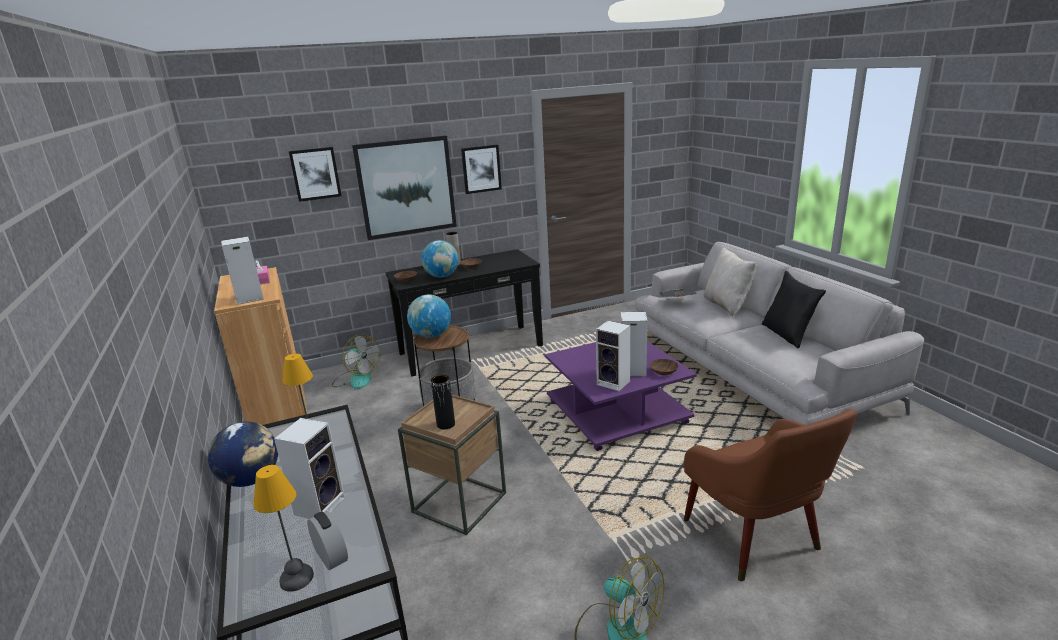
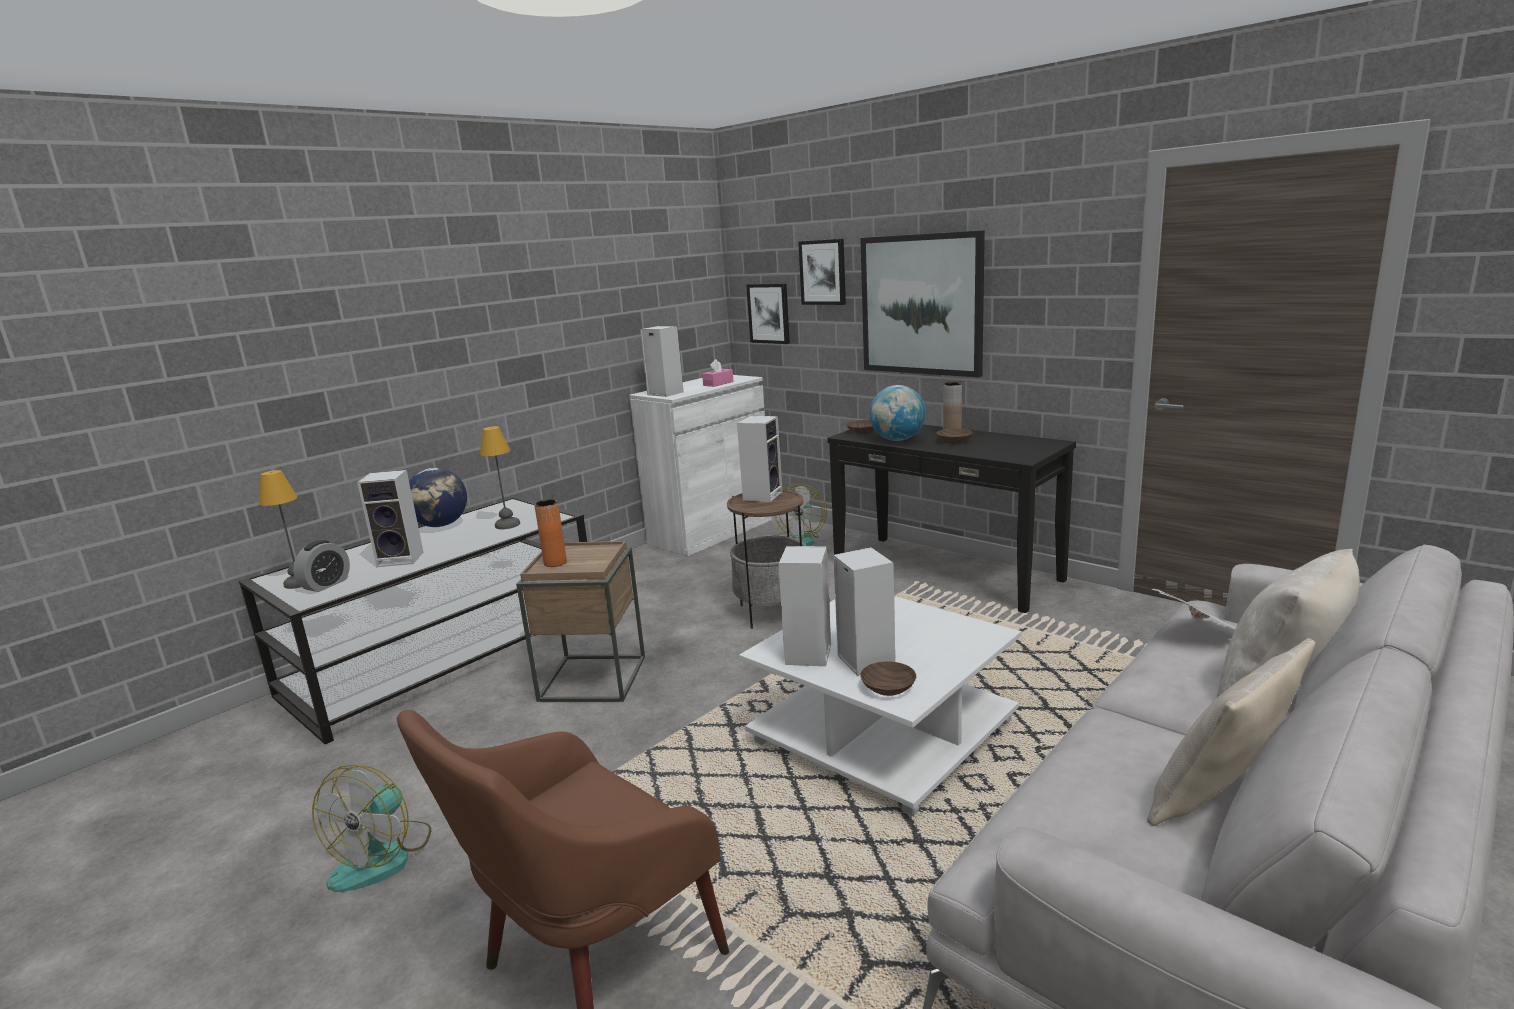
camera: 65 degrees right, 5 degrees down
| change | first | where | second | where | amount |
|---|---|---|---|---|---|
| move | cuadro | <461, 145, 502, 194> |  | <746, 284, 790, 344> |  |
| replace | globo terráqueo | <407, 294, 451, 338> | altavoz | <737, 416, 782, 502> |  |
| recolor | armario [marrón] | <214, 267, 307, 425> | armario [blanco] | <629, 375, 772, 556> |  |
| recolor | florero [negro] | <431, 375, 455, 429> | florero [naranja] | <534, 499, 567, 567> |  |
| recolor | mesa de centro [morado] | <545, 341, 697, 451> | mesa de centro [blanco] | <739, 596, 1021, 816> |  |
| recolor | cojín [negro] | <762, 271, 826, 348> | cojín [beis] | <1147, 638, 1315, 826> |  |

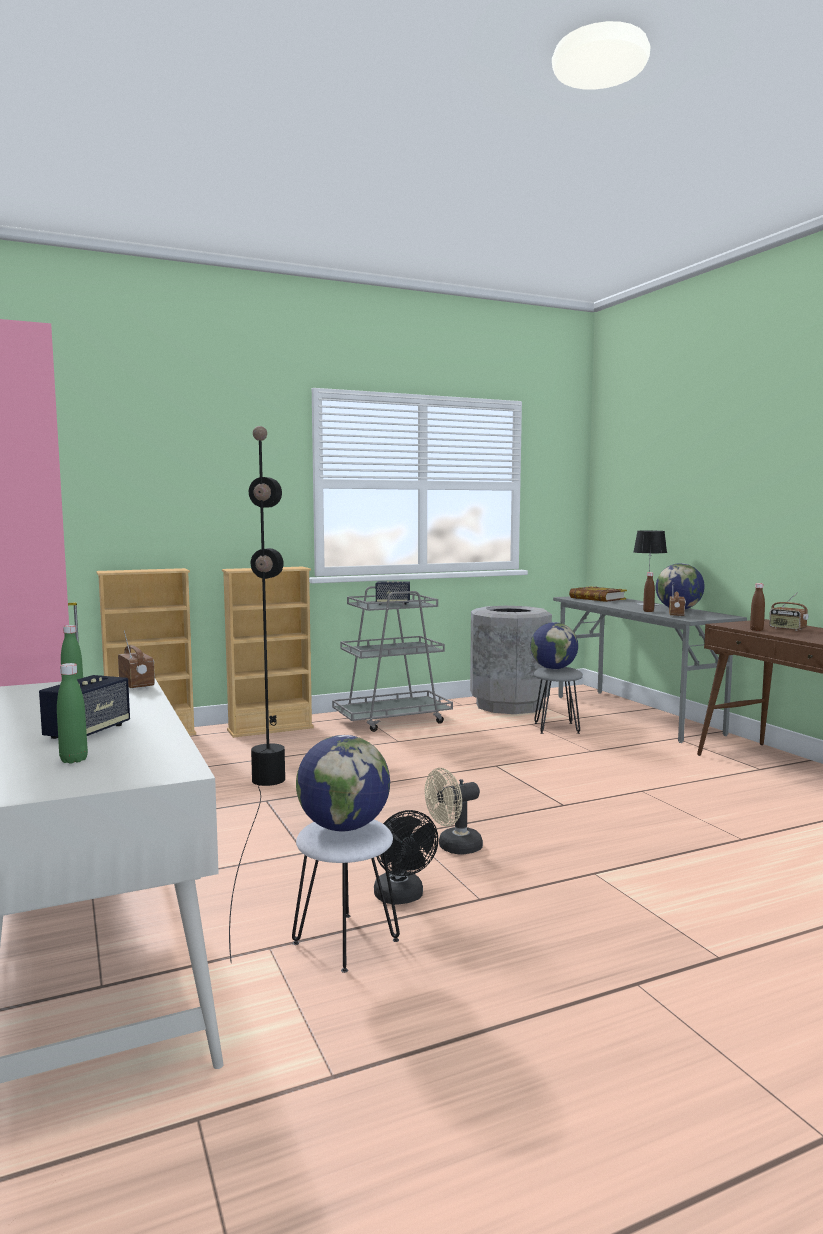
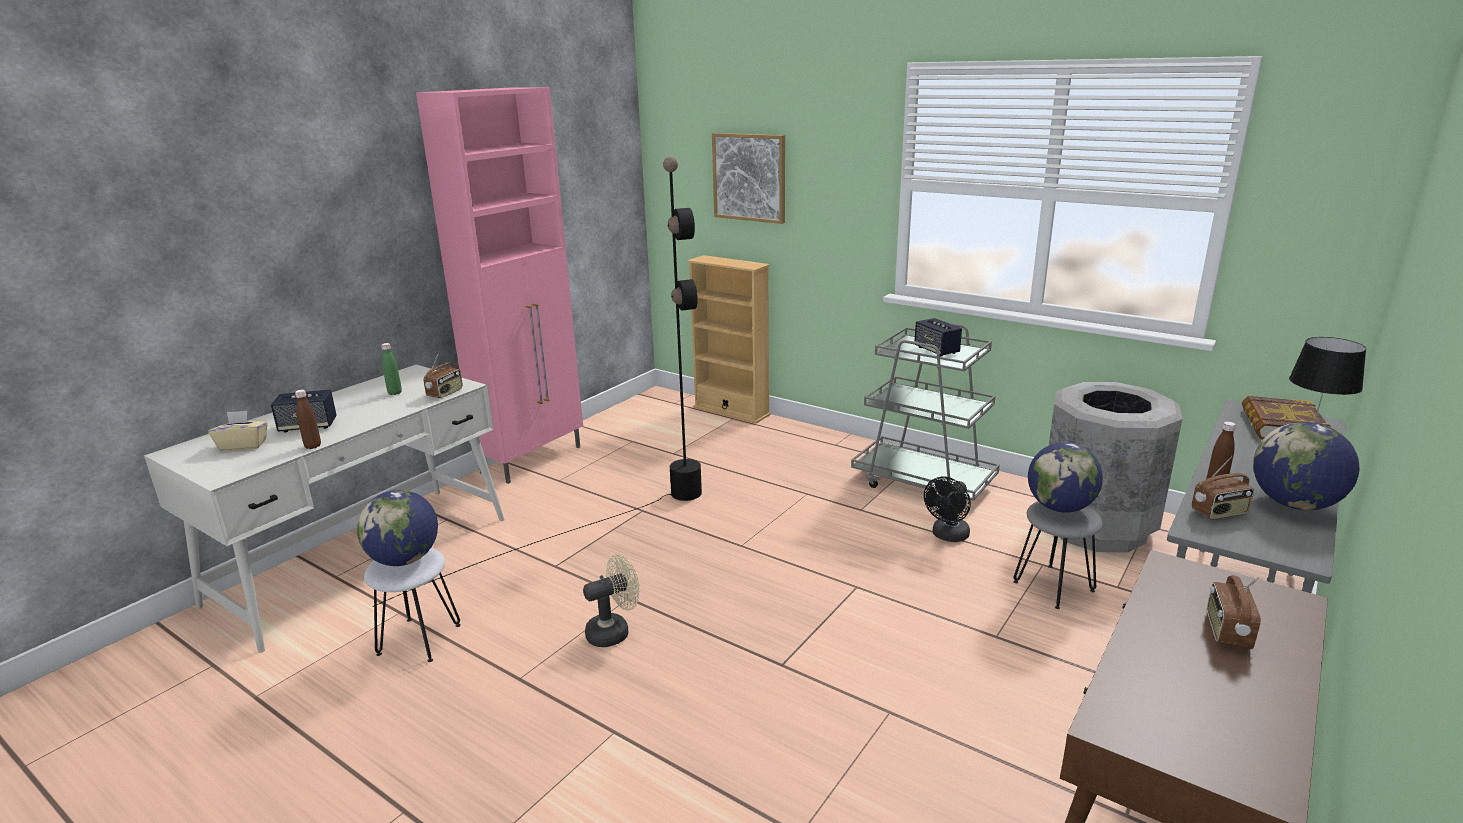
camera: 60 degrees right, 15 degrees up
| change | first | where | second | where | amount |
|---|---|---|---|---|---|
| delete | estantería [beis] | <222, 567, 314, 738> |  |  |  |
| insert |  |  | cuadro | <712, 133, 785, 224> |  |
| move | ventilador [negro] | <374, 810, 439, 905> |  | <924, 477, 971, 542> |  |
| move | botella [marrón] | <750, 583, 765, 631> |  | <295, 390, 321, 449> |  |
| replace | botella [verde] | <57, 663, 88, 763> | caja de pañuelos [beis] | <208, 411, 268, 451> |  |
| rotate | ventilador [beis] | <425, 768, 483, 854> |  | <583, 554, 640, 647> | 120 degrees clockwise |

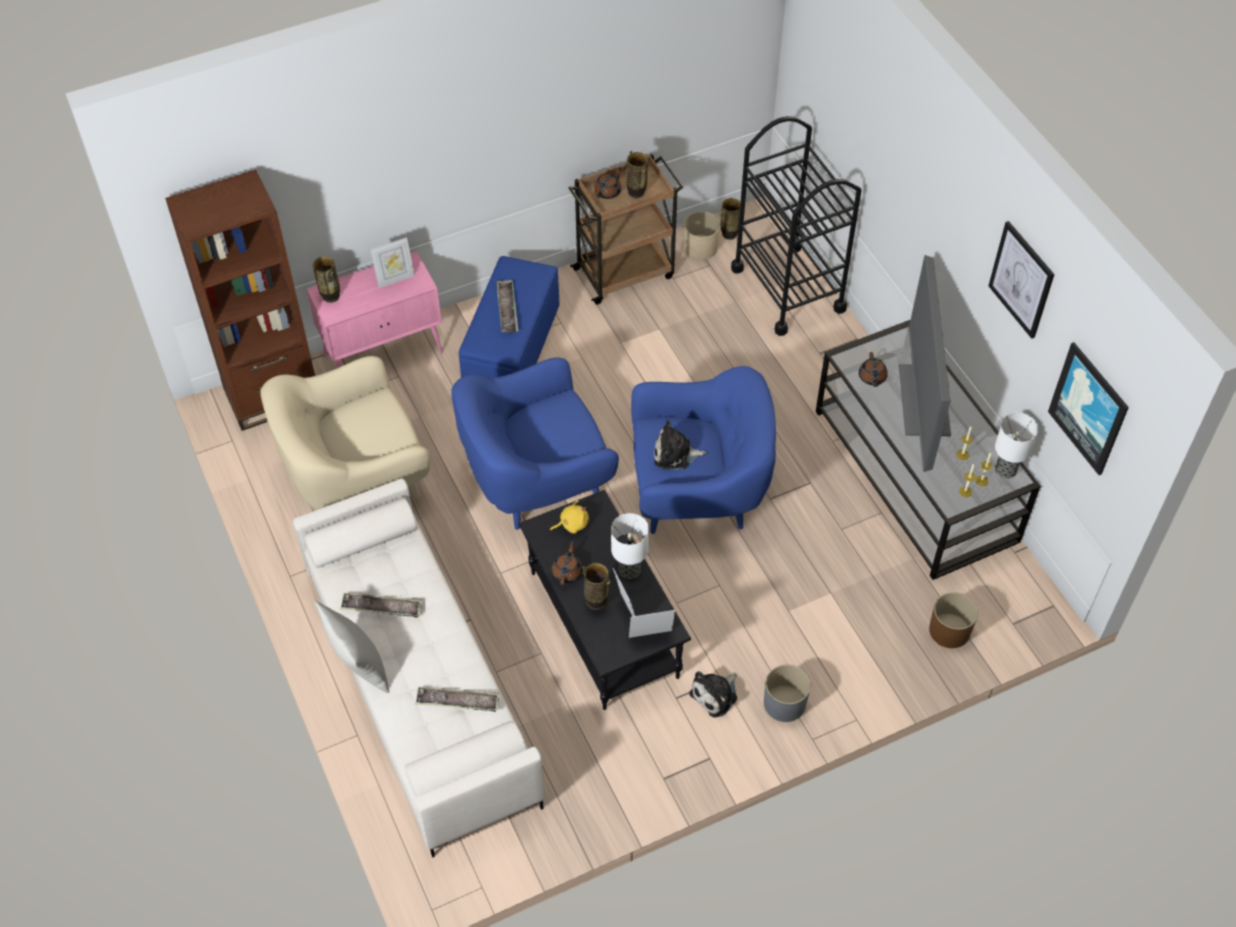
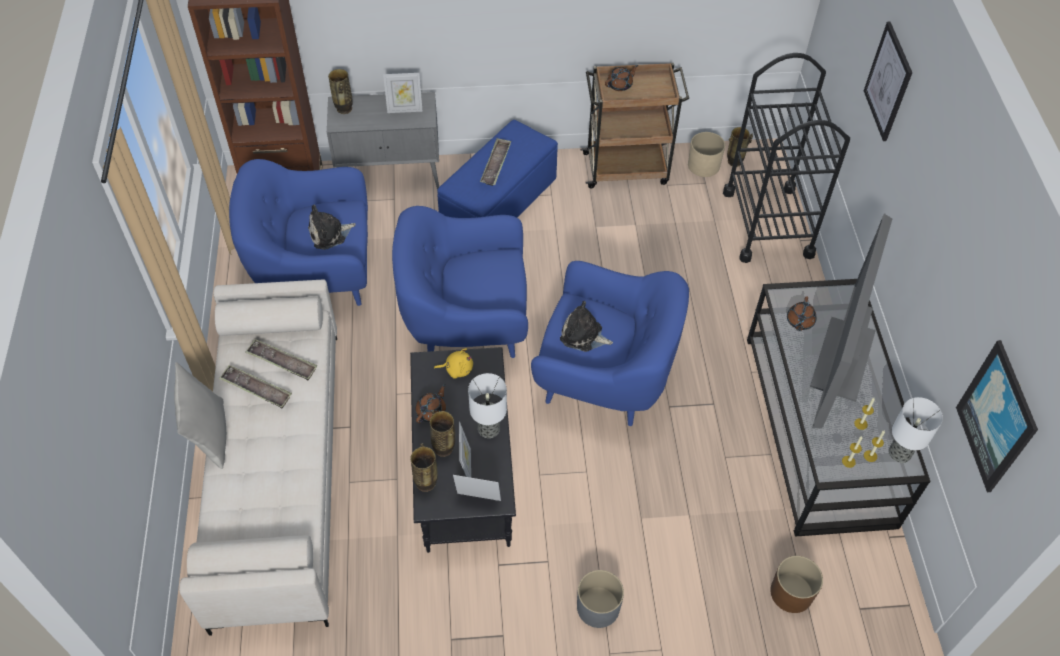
camera: 20 degrees right, 0 degrees up
| change | first | where | second | where | amount |
|---|---|---|---|---|---|
| move | bandeja | <415, 687, 499, 712> |  | <245, 339, 317, 380> |  |
| move | florero | <626, 151, 648, 198> |  | <410, 444, 438, 492> |  |
| move | peluche | <689, 671, 737, 717> |  | <308, 205, 356, 250> |  |
| move | cuadro | <989, 221, 1054, 339> |  | <864, 22, 912, 141> |  |
| recolor | sillón [beis] | <260, 356, 430, 510> | sillón [azul] | <229, 159, 368, 306> |  |
| recolor | armario [rosa] | <307, 251, 443, 368> | armario [gris] | <327, 92, 439, 190> |  |

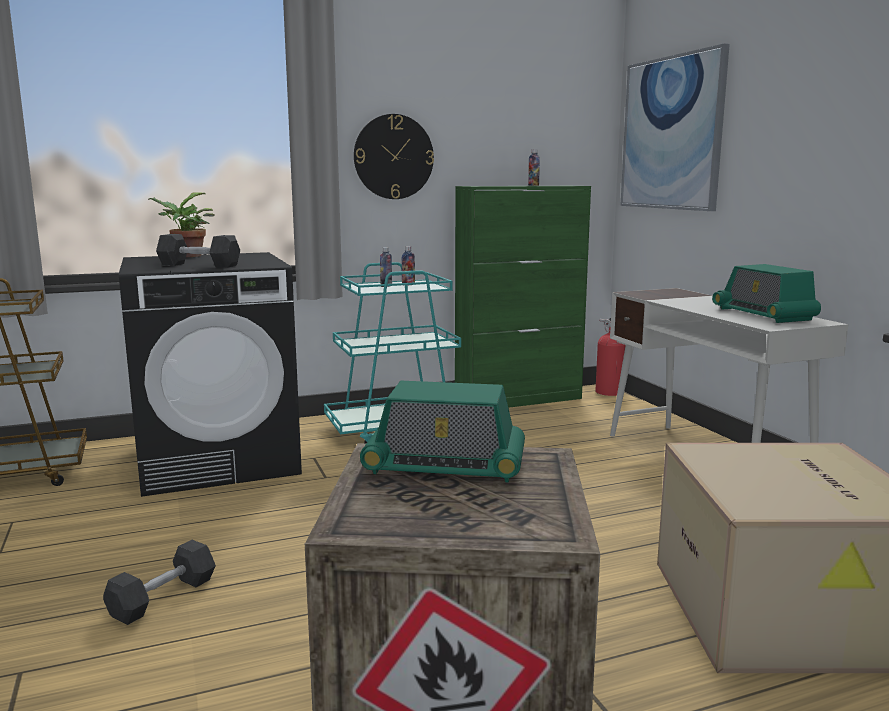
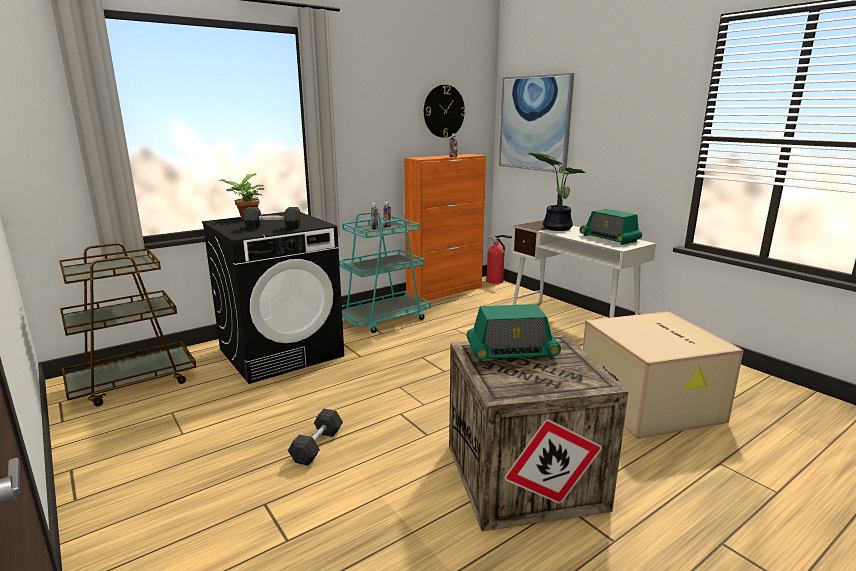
camera: 15 degrees left, 5 degrees up
| change | first | where | second | where | amount |
|---|---|---|---|---|---|
| insert |  |  | planta en maceta | <528, 152, 586, 231> |  |
| move | reloj de pared | <354, 114, 434, 199> |  | <424, 85, 465, 138> |  |
| recolor | armario [verde] | <455, 186, 591, 408> | armario [naranja] | <404, 154, 486, 302> |  |

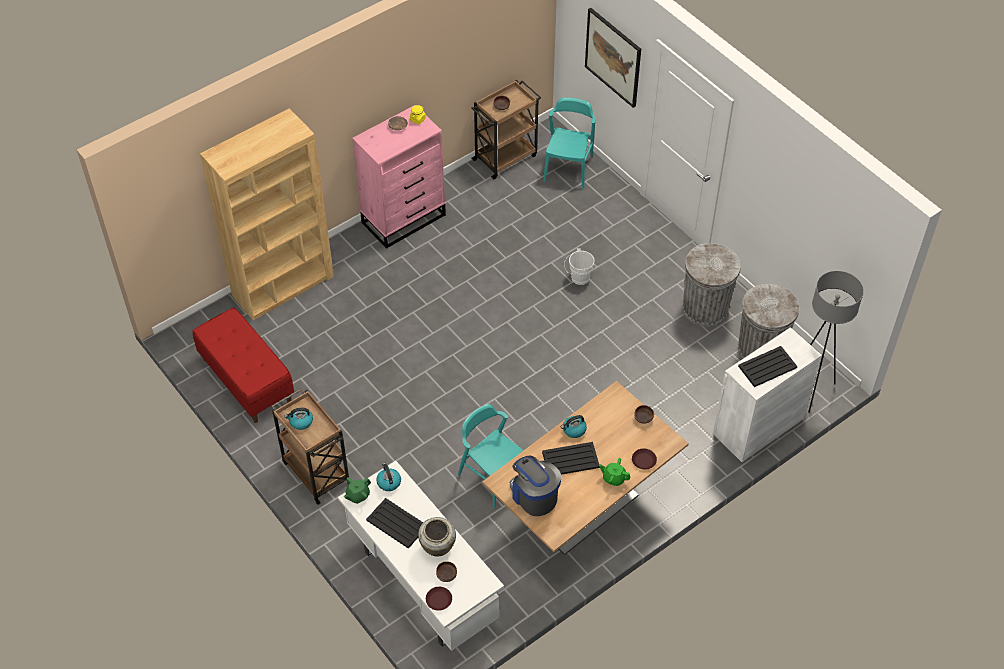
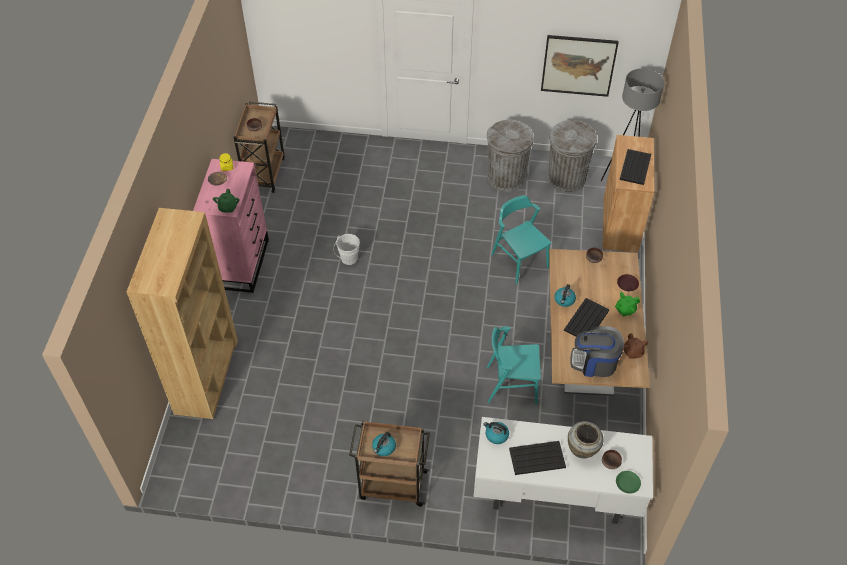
camera: 45 degrees left, 0 degrees up
| change | first | where | second | where | amount |
|---|---|---|---|---|---|
| delete | banco [rojo] | <192, 307, 294, 423> |  |  |  |
| insert |  |  | tetera [marrón] | <623, 333, 648, 359> |  |
| move | tetera [verde] | <344, 477, 371, 504> |  | <213, 189, 239, 213> |  |
| move | silla [turquesa] | <543, 98, 596, 189> |  | <491, 195, 551, 285> |  |
| move | cubo [blanco] | <564, 248, 595, 285> |  | <333, 234, 360, 265> |  |
| move | cuadro | <585, 8, 641, 108> |  | <541, 35, 619, 97> |  |
| recolor | plato [marrón] | <426, 587, 452, 611> | plato [verde] | <616, 471, 641, 494> |  |
| recolor | armario [blanco] | <713, 327, 822, 462> | armario [marrón] | <602, 135, 655, 253> |  |

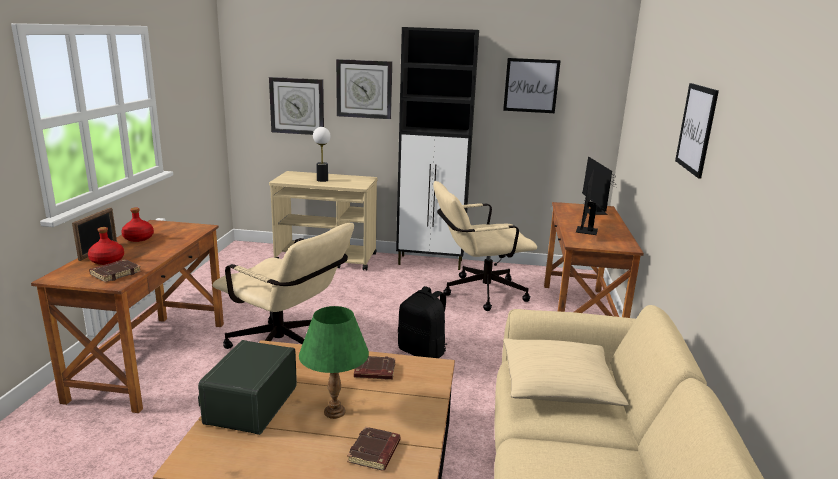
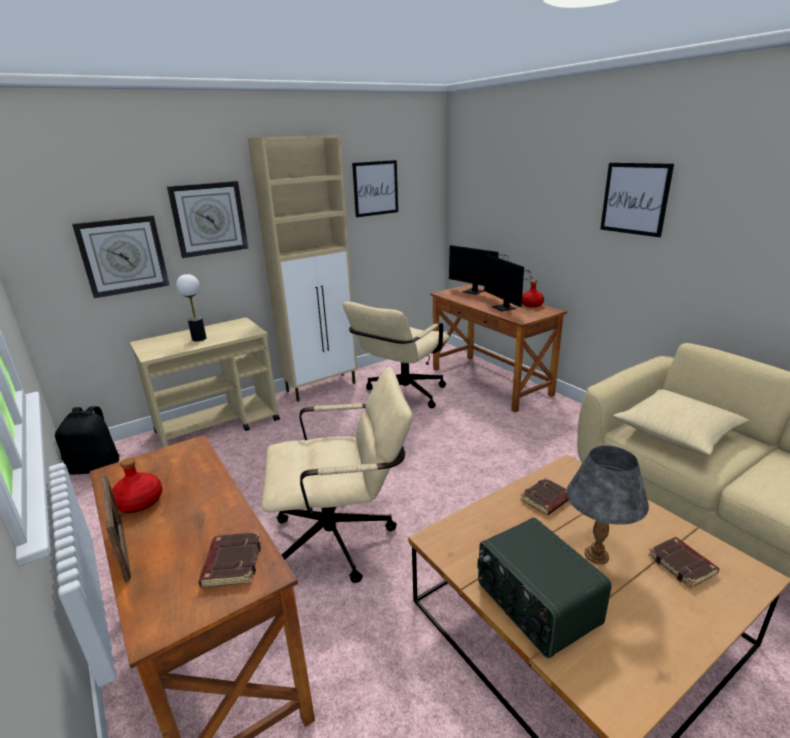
camera: 40 degrees left, 5 degrees up
| change | first | where | second | where | amount |
|---|---|---|---|---|---|
| move | botella [rojo] | <88, 227, 124, 265> |  | <522, 281, 544, 307> |  |
| move | mochila [negro] | <398, 286, 447, 358> |  | <55, 406, 120, 475> |  |
| recolor | lámpara de mesa [verde] | <299, 306, 369, 419> | lámpara de mesa [gris] | <566, 446, 649, 564> |  |
| recolor | armario [negro] | <396, 27, 479, 270> | armario [beis] | <248, 135, 357, 402> |  |

